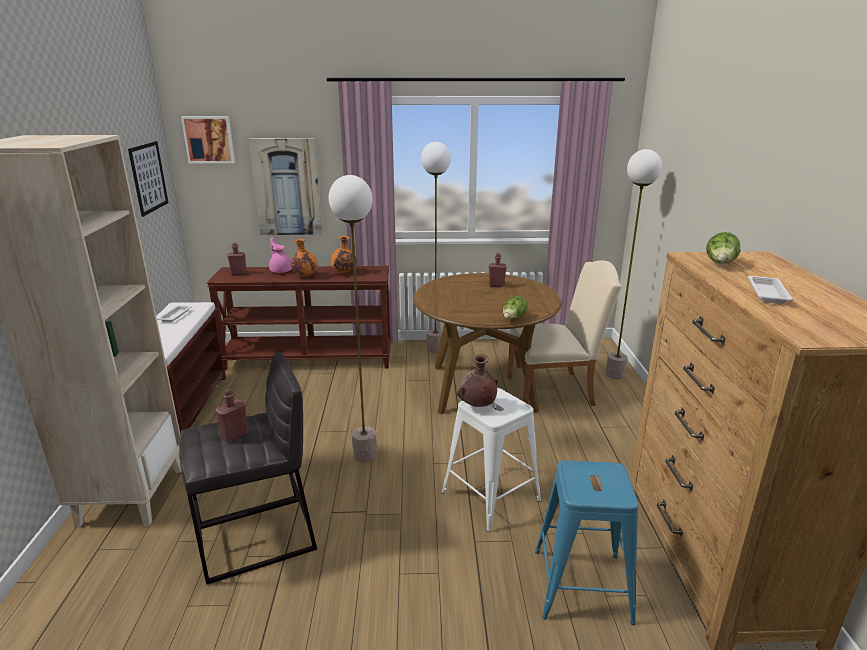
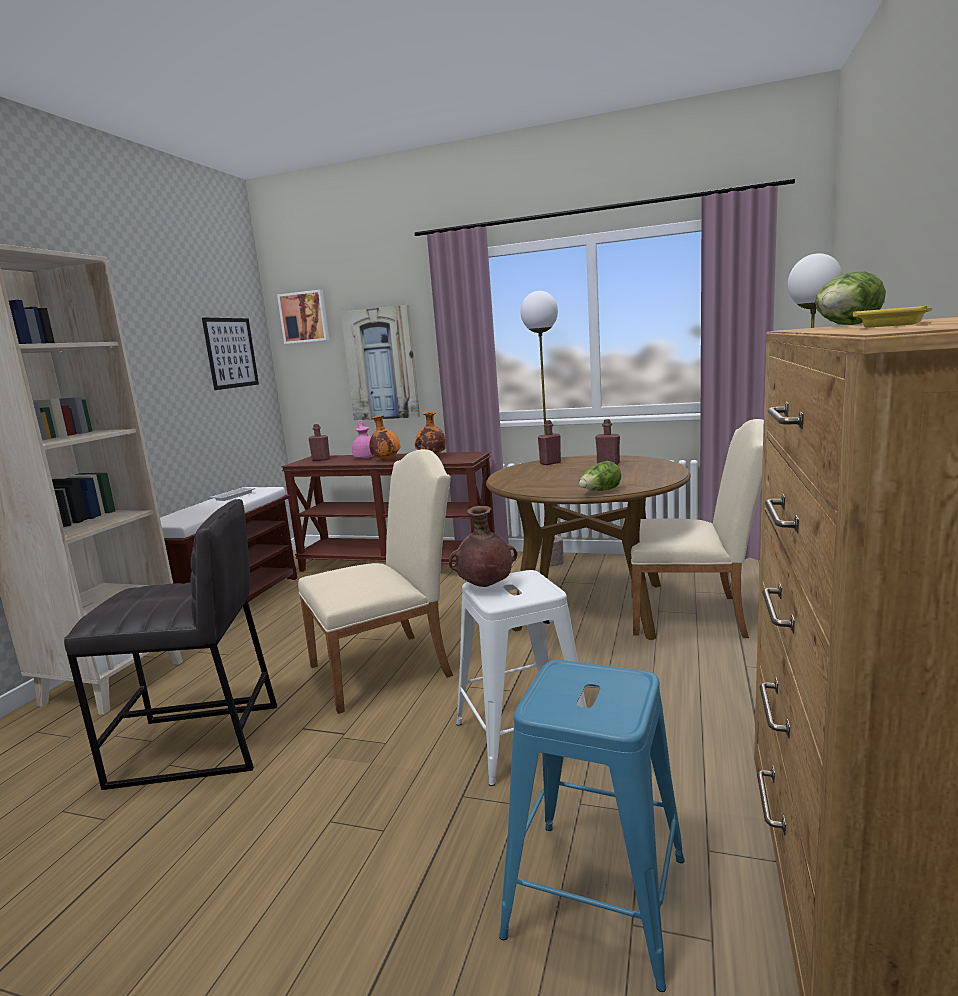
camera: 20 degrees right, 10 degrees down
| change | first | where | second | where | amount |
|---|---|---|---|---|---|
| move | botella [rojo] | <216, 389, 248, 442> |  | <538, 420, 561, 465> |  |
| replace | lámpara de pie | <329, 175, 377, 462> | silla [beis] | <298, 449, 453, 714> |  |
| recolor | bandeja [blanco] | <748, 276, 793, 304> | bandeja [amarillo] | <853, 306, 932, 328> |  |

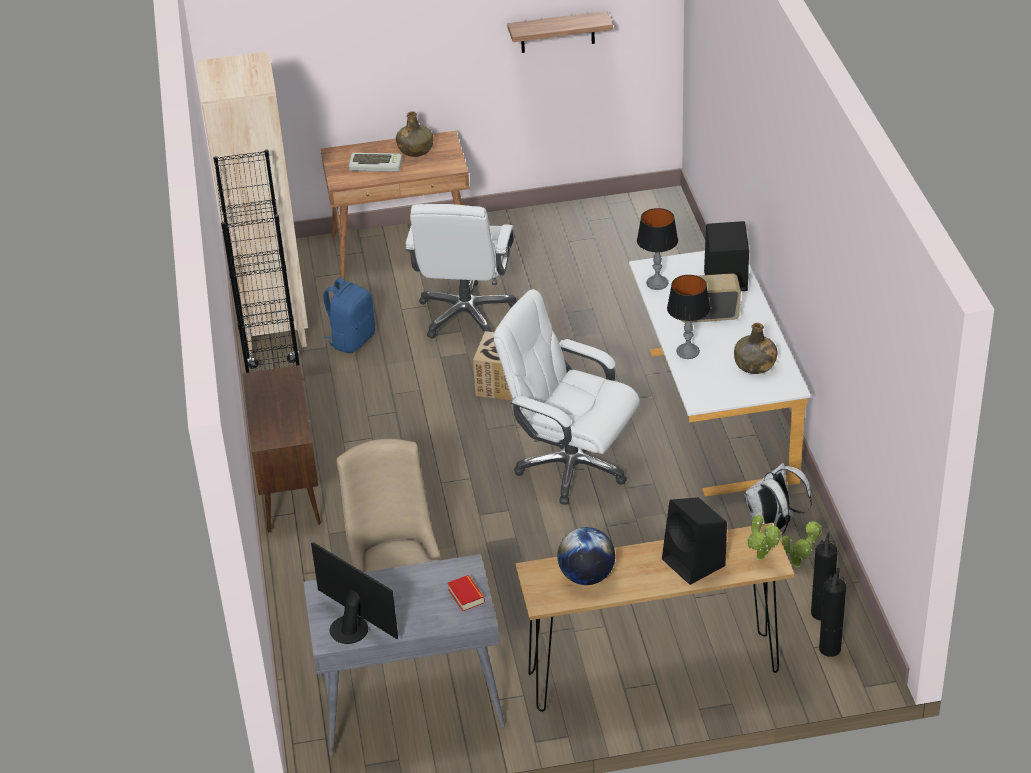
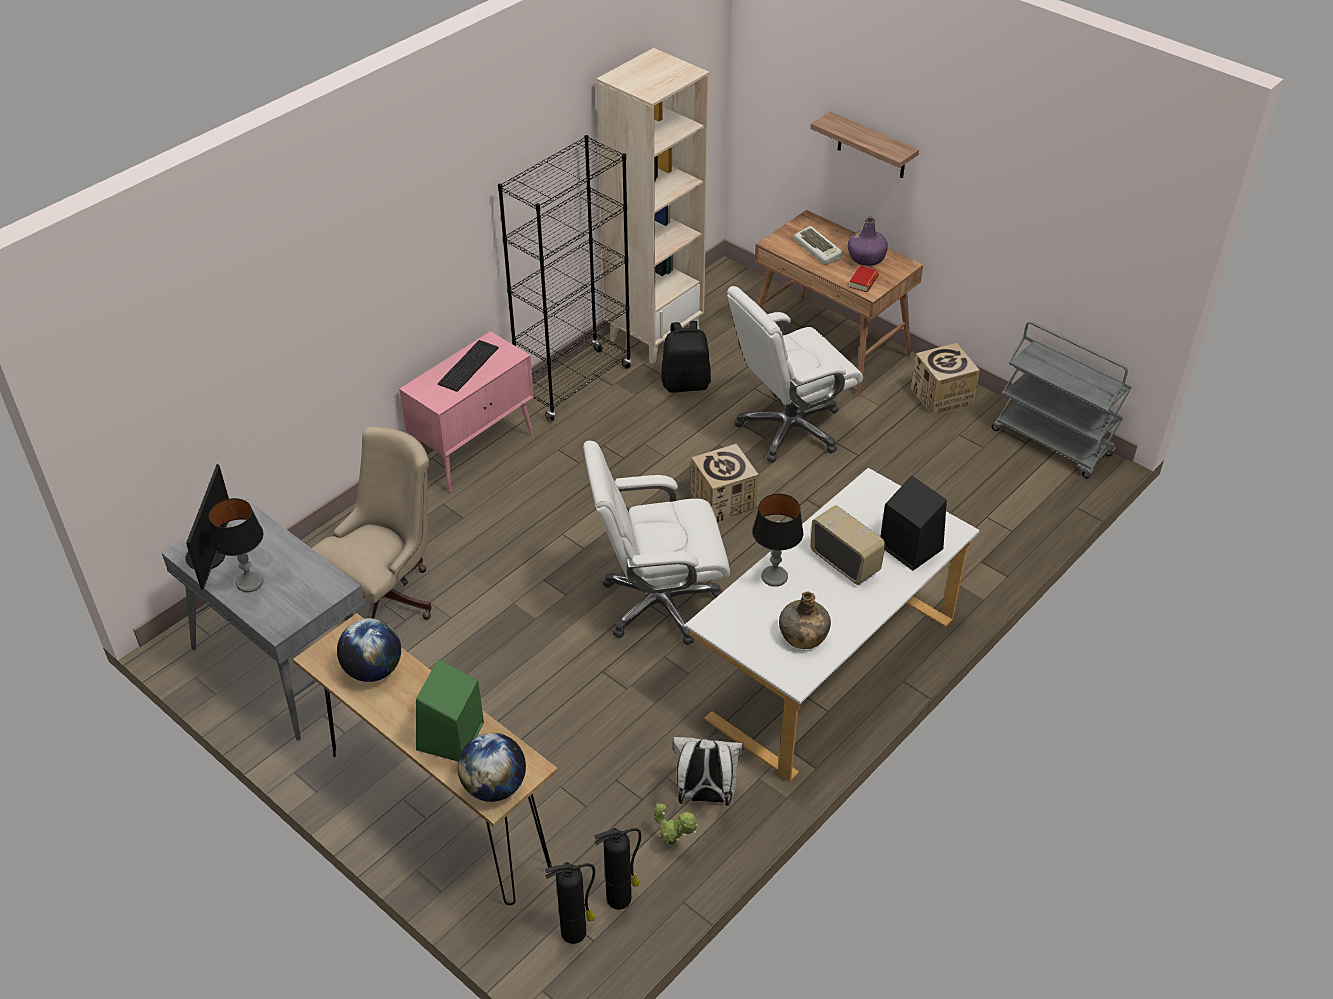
camera: 50 degrees right, 5 degrees up
| change | first | where | second | where | amount |
|---|---|---|---|---|---|
| insert |  |  | teclado | <438, 340, 499, 392> |  |
| insert |  |  | caja de cartón | <911, 343, 980, 416> |  |
| insert |  |  | carrito [gris] | <992, 321, 1132, 478> |  |
| move | libro | <447, 575, 485, 611> |  | <849, 266, 879, 292> |  |
| move | estante | <507, 11, 613, 53> |  | <810, 112, 919, 178> |  |
| move | lámpara de mesa | <637, 208, 678, 290> |  | <209, 498, 264, 592> |  |
| replace | planta en maceta | <747, 514, 781, 560> | globo terráqueo | <458, 733, 526, 802> |  |
| recolor | armario [marrón] | <242, 365, 321, 532> | armario [rosa] | <399, 331, 534, 492> |  |
| recolor | mochila [azul] | <323, 278, 375, 353> | mochila [negro] | <661, 321, 711, 393> |  |
| recolor | botella [verde] | <396, 111, 433, 157> | botella [morado] | <848, 217, 888, 266> |  |
| recolor | altavoz [negro] | <662, 497, 727, 585> | altavoz [verde] | <416, 659, 484, 762> |  |
| rotate | silla de oficina [blanco] | <493, 289, 640, 505> |  | <583, 441, 730, 645> | 90 degrees counterclockwise |

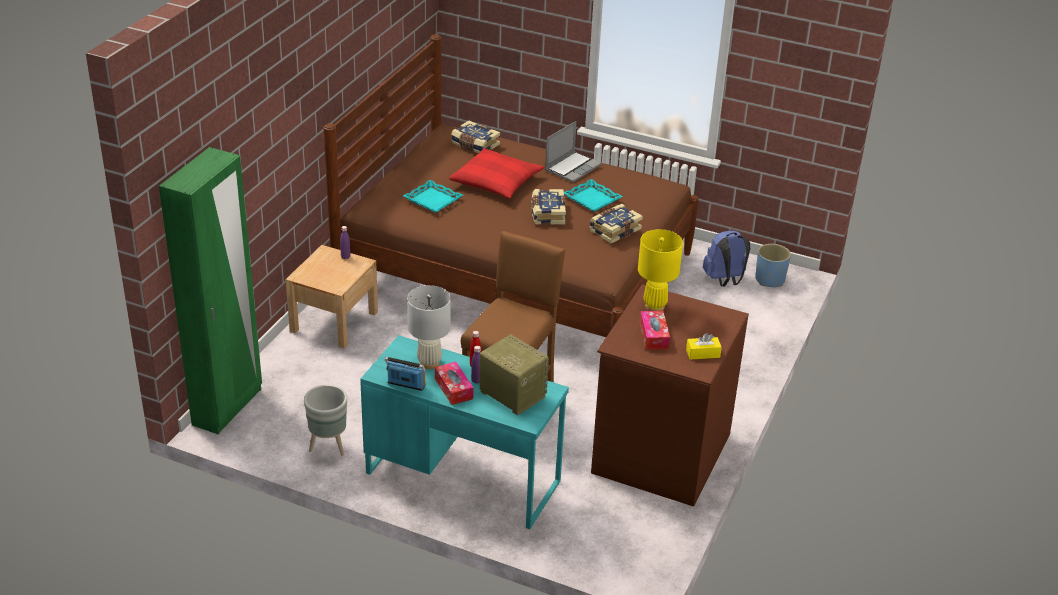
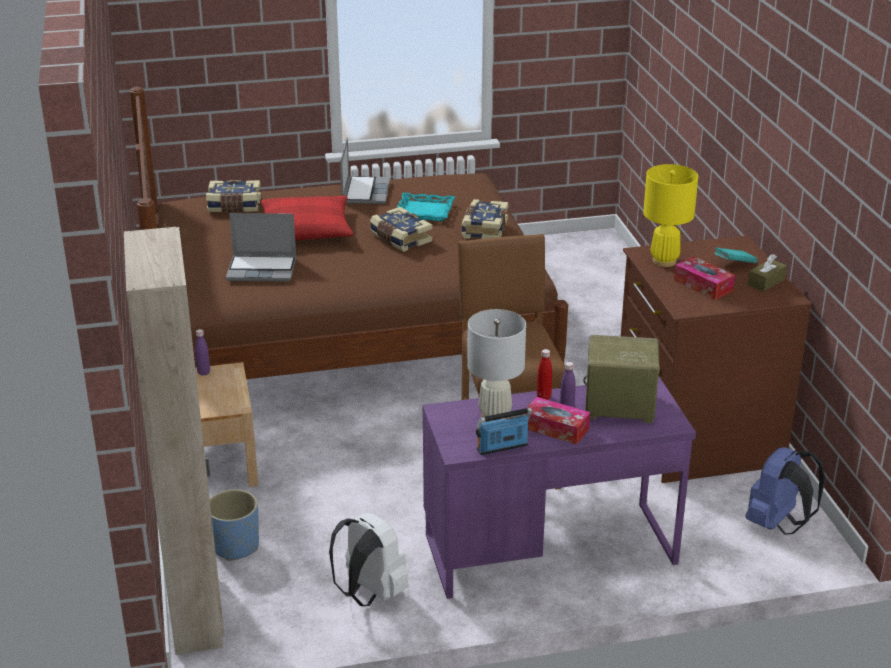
camera: 35 degrees left, 5 degrees down
| change | first | where | second | where | amount |
|---|---|---|---|---|---|
| insert |  |  | libro [turquesa] | <714, 247, 757, 263> |  |
| move | mochila [azul] | <703, 230, 750, 286> |  | <745, 447, 825, 535> |  |
| move | maceta [azul] | <755, 244, 791, 287> |  | <210, 489, 259, 561> |  |
| replace | maceta [gris] | <304, 385, 347, 456> | mochila [blanco] | <329, 513, 409, 606> |  |
| replace | bandeja [turquesa] | <403, 180, 463, 213> | portátil | <226, 213, 296, 282> |  |
| recolor | armario ropero [verde] | <159, 147, 262, 435> | armario ropero [beis] | <124, 227, 225, 655> |  |
| recolor | escritorio [turquesa] | <360, 335, 569, 529> | escritorio [morado] | <423, 376, 696, 599> |  |
| recolor | caja de pañuelos [amarillo] | <686, 333, 722, 360> | caja de pañuelos [marrón] | <748, 254, 787, 292> |  |

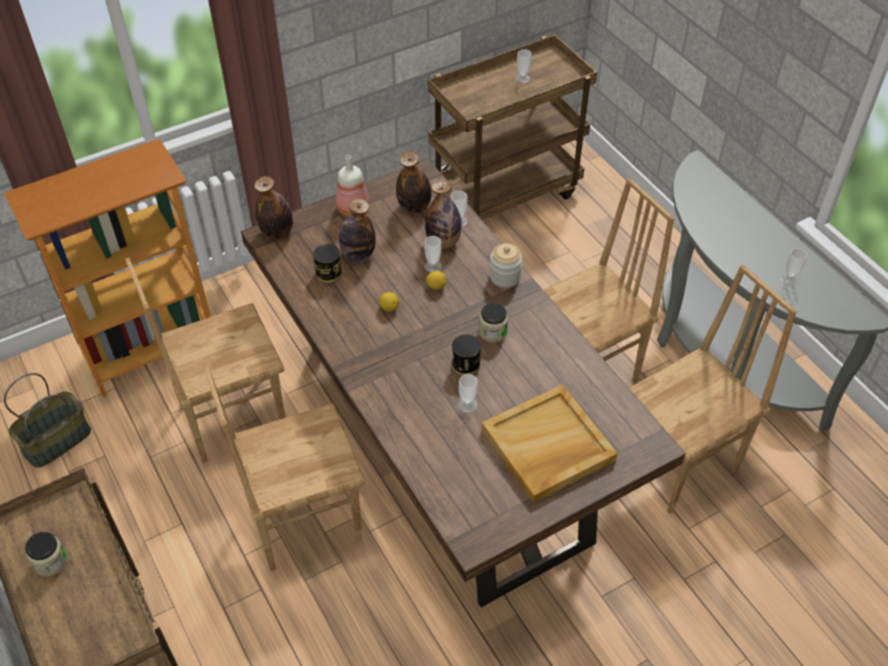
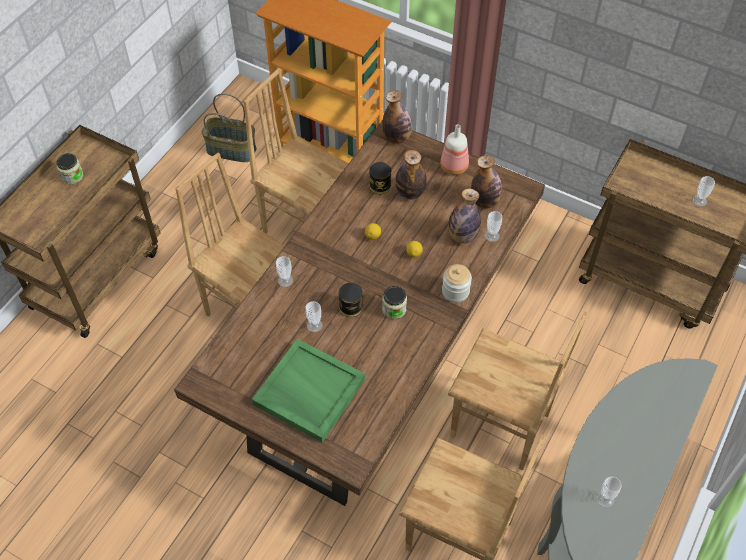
camera: 60 degrees right, 5 degrees up
| change | first | where | second | where | amount |
|---|---|---|---|---|---|
| move | taza | <424, 236, 442, 273> |  | <276, 256, 293, 287> |  |
| recolor | bandeja [beis] | <482, 384, 618, 503> | bandeja [verde] | <252, 339, 365, 443> |  |

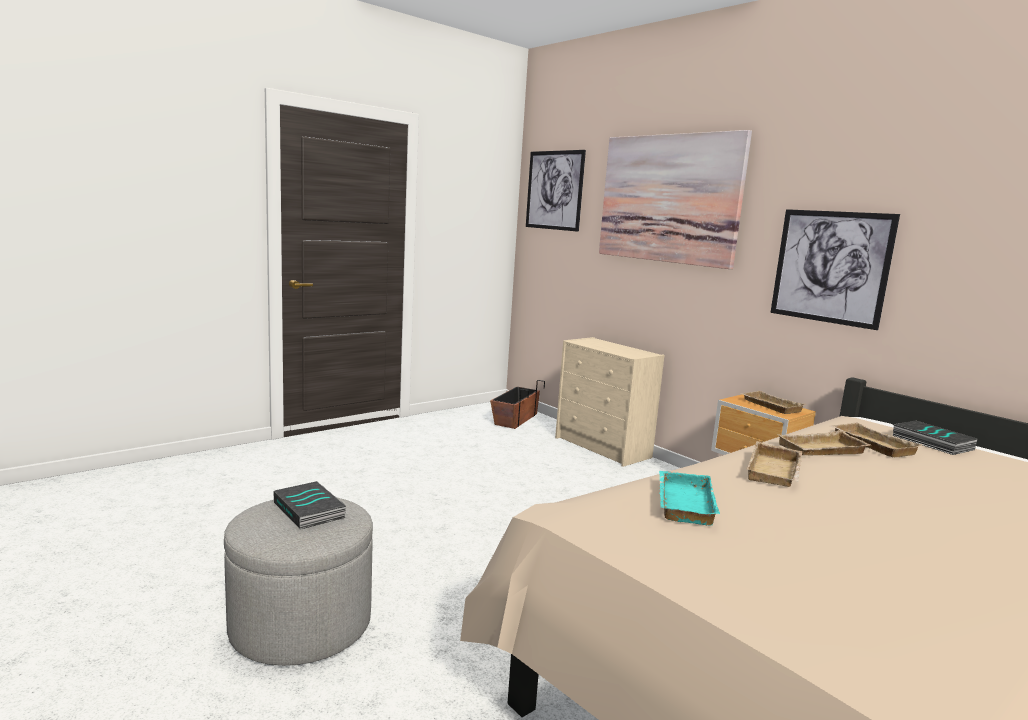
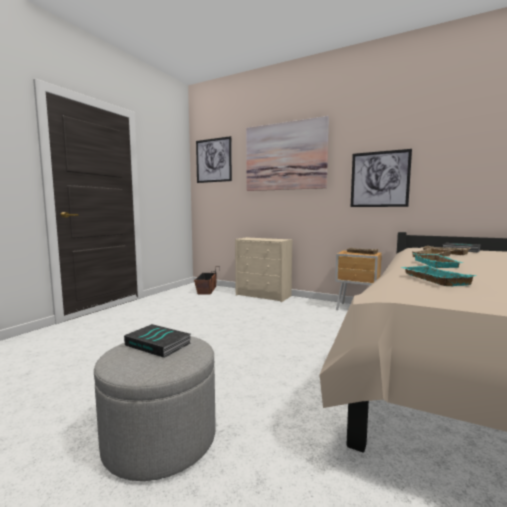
camera: 20 degrees left, 5 degrees down
| change | first | where | second | where | amount |
|---|---|---|---|---|---|
| recolor | bandeja [beis] | <746, 441, 802, 487> | bandeja [turquesa] | <413, 253, 463, 268> |  |

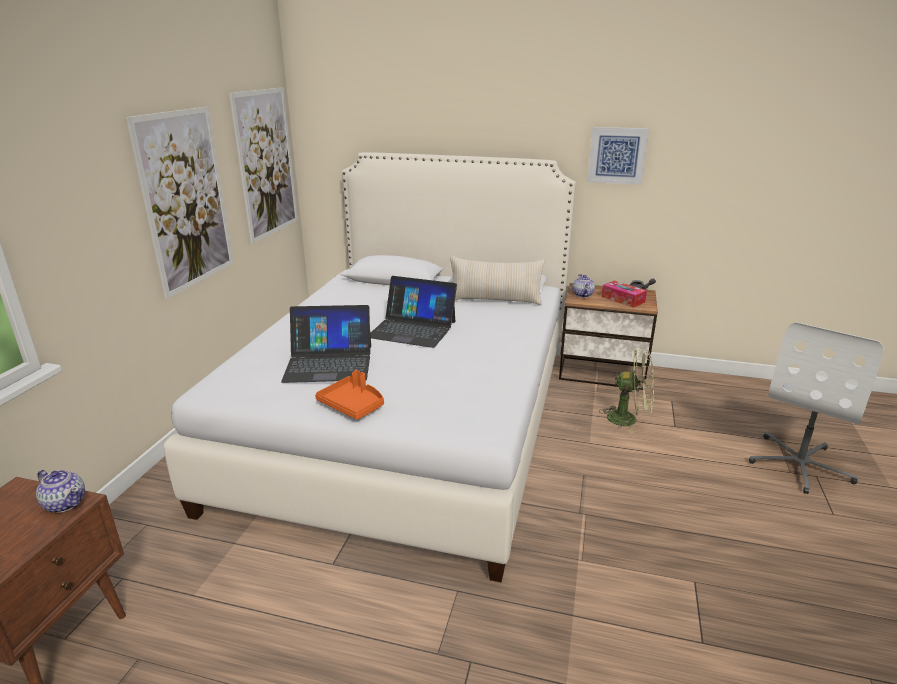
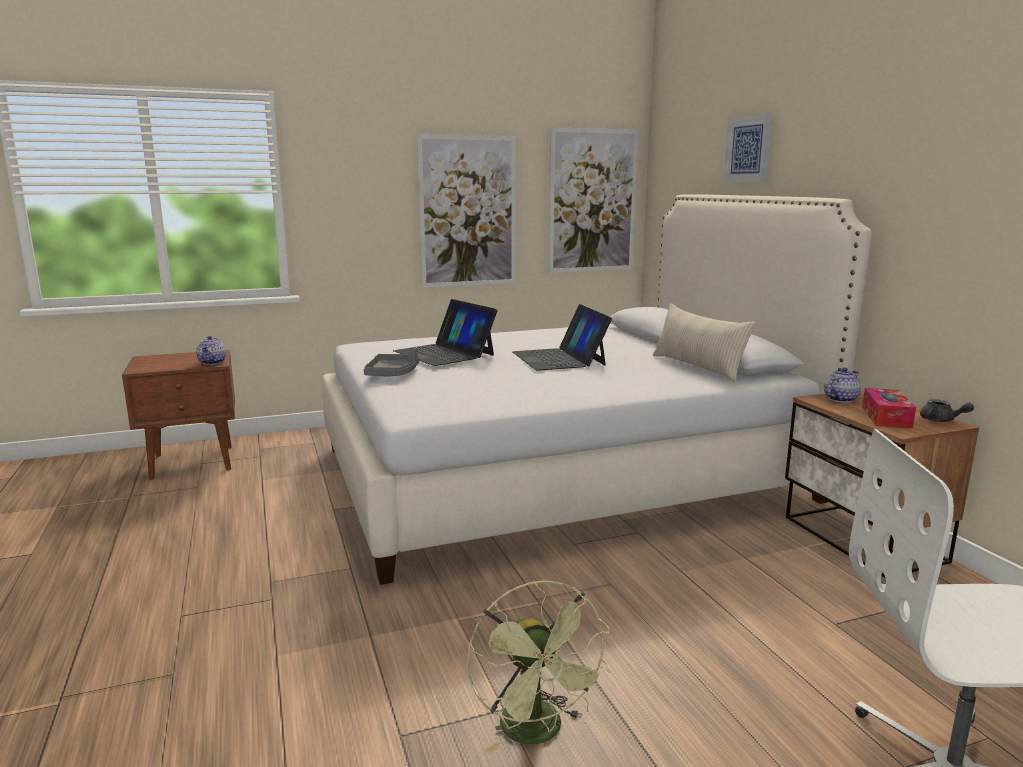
camera: 55 degrees right, 10 degrees down
| change | first | where | second | where | amount |
|---|---|---|---|---|---|
| move | cuadro | <587, 127, 649, 185> |  | <724, 113, 773, 182> |  |
| move | ventilador [verde] | <599, 349, 654, 434> |  | <467, 580, 611, 754> |  |
| recolor | bandeja [naranja] | <315, 370, 384, 420> | bandeja [gris] | <364, 347, 420, 377> |  |

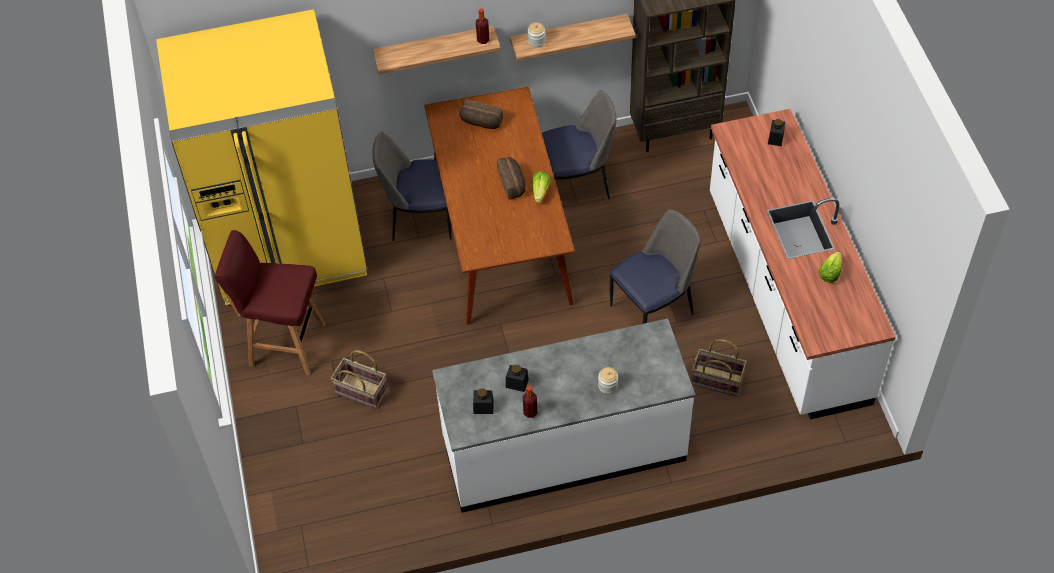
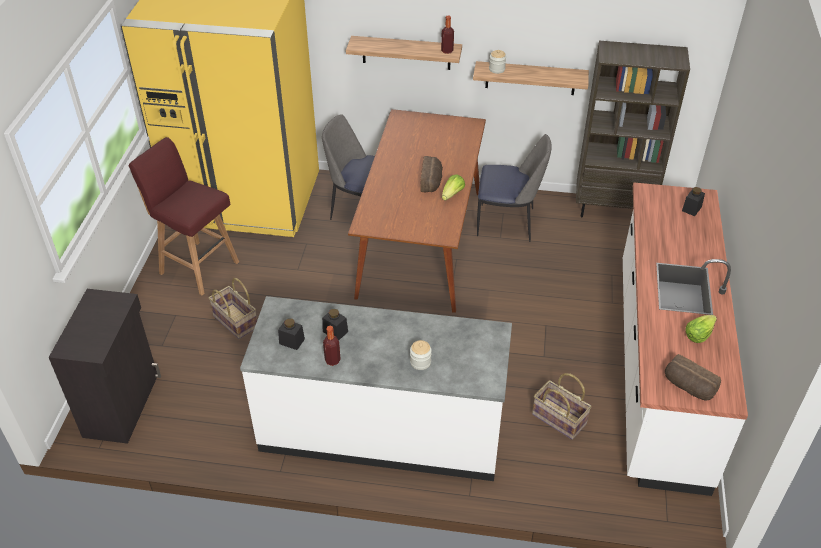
camera: 20 degrees right, 10 degrees down
| change | first | where | second | where | amount |
|---|---|---|---|---|---|
| delete | silla | <610, 210, 701, 324> |  |  |  |
| insert |  |  | armario [negro] | <49, 289, 161, 444> |  |
| move | pan | <460, 100, 503, 129> |  | <665, 354, 721, 401> |  |

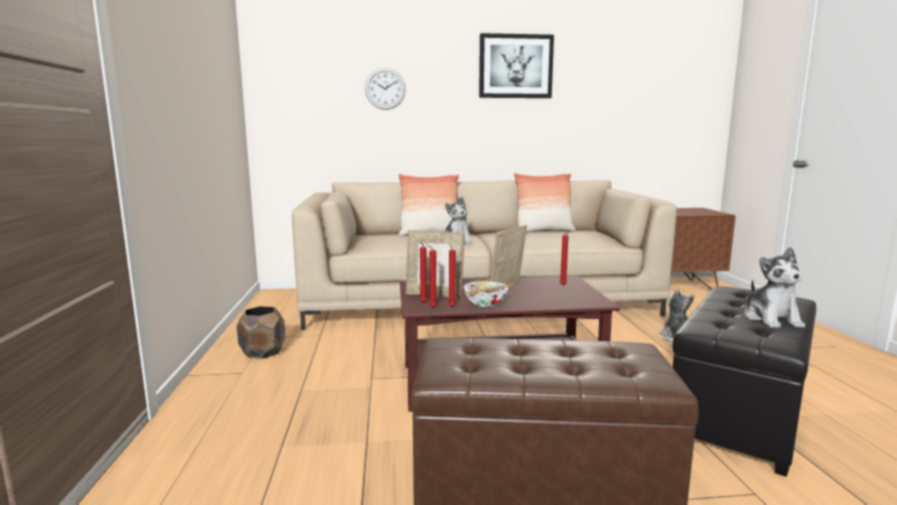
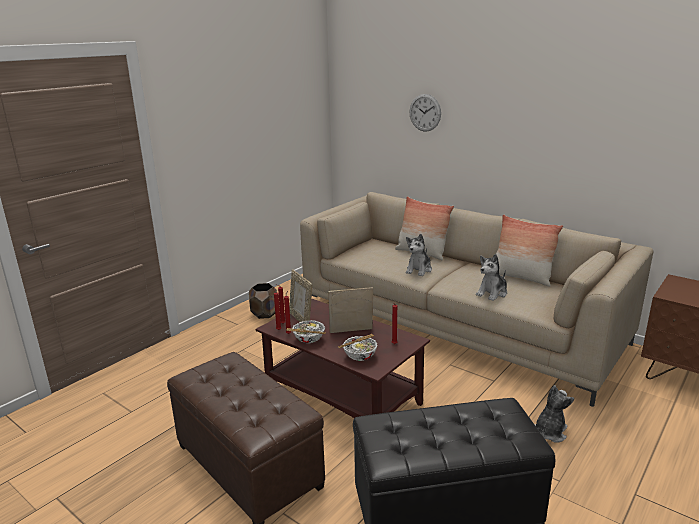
camera: 45 degrees right, 10 degrees up
| change | first | where | second | where | amount |
|---|---|---|---|---|---|
| delete | cuadro | <479, 33, 554, 98> |  |  |  |
| insert |  |  | cuenco | <338, 334, 378, 361> |  |
| move | peluche | <744, 247, 805, 328> |  | <476, 254, 507, 301> |  |

